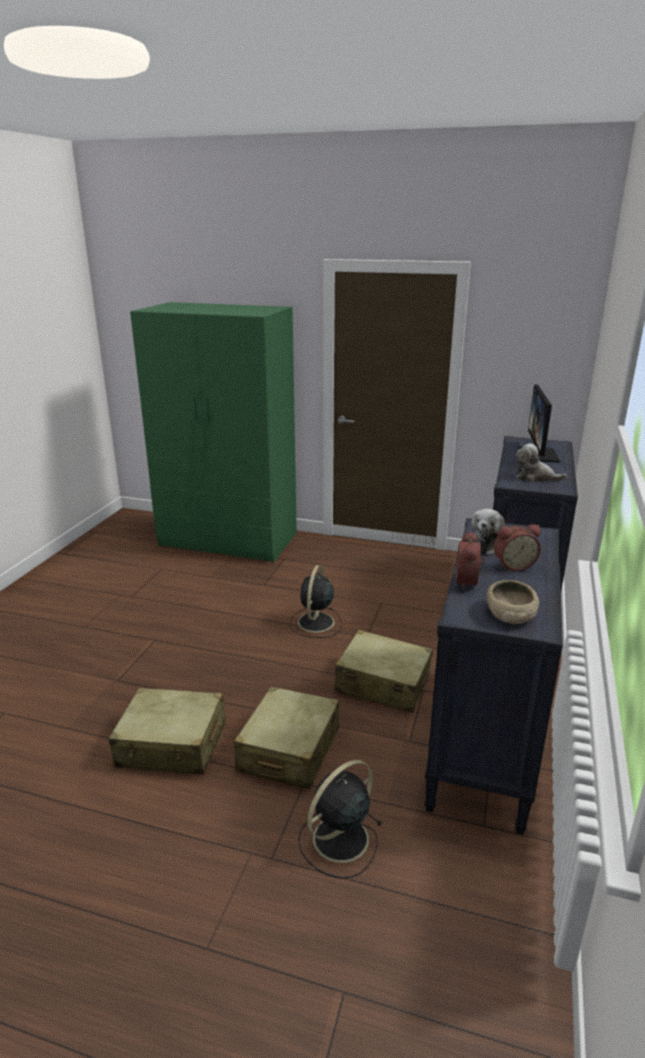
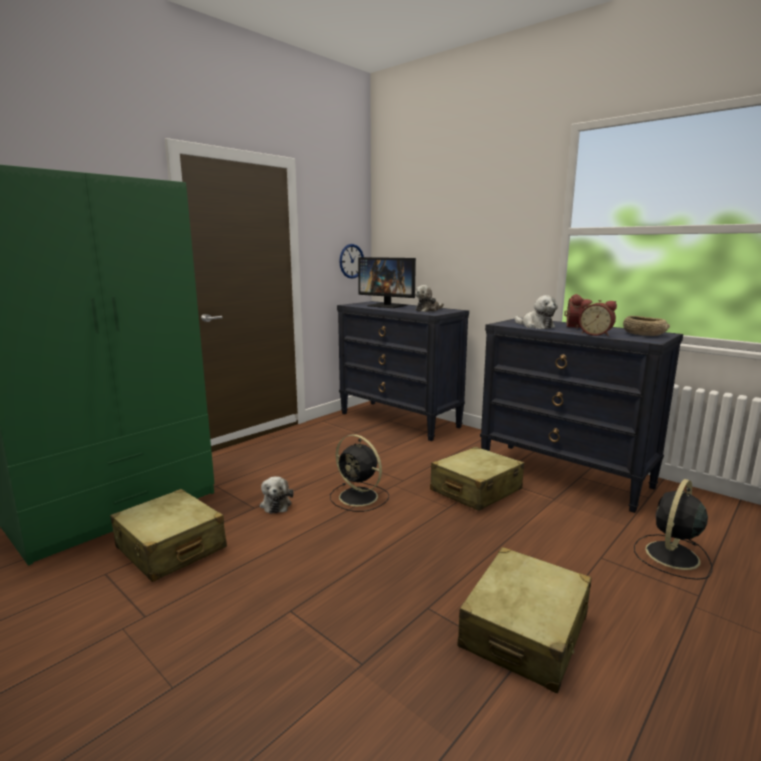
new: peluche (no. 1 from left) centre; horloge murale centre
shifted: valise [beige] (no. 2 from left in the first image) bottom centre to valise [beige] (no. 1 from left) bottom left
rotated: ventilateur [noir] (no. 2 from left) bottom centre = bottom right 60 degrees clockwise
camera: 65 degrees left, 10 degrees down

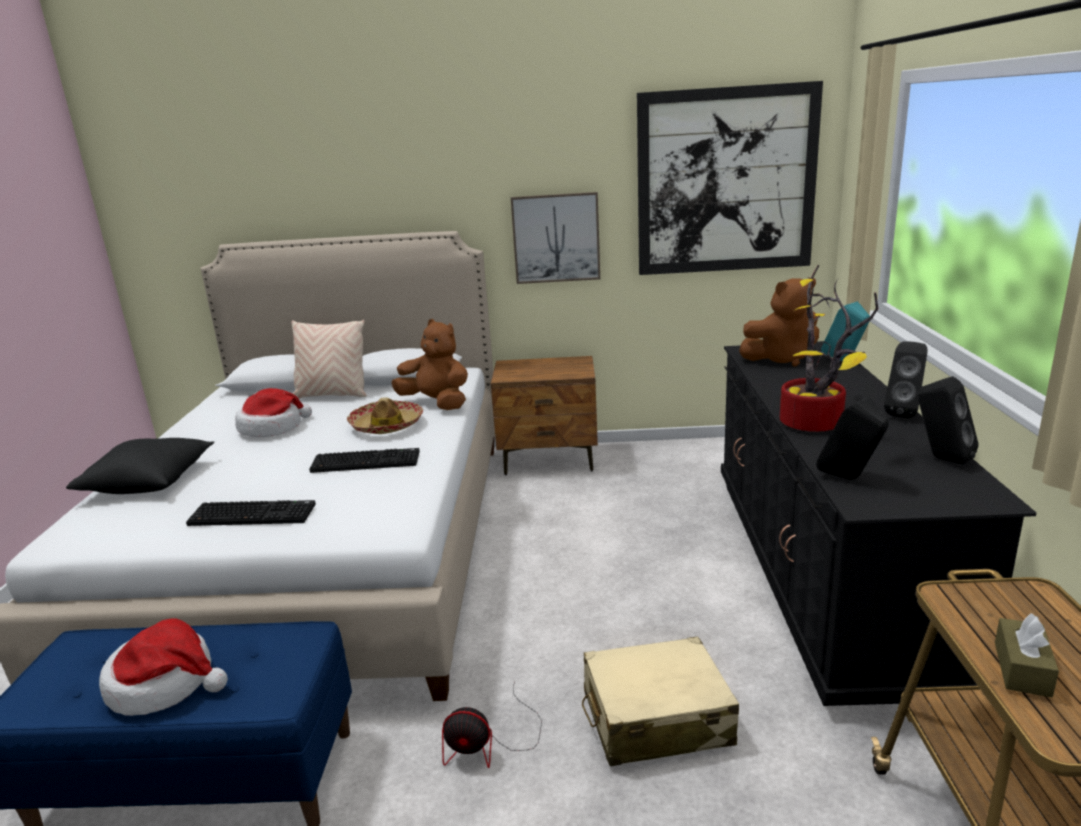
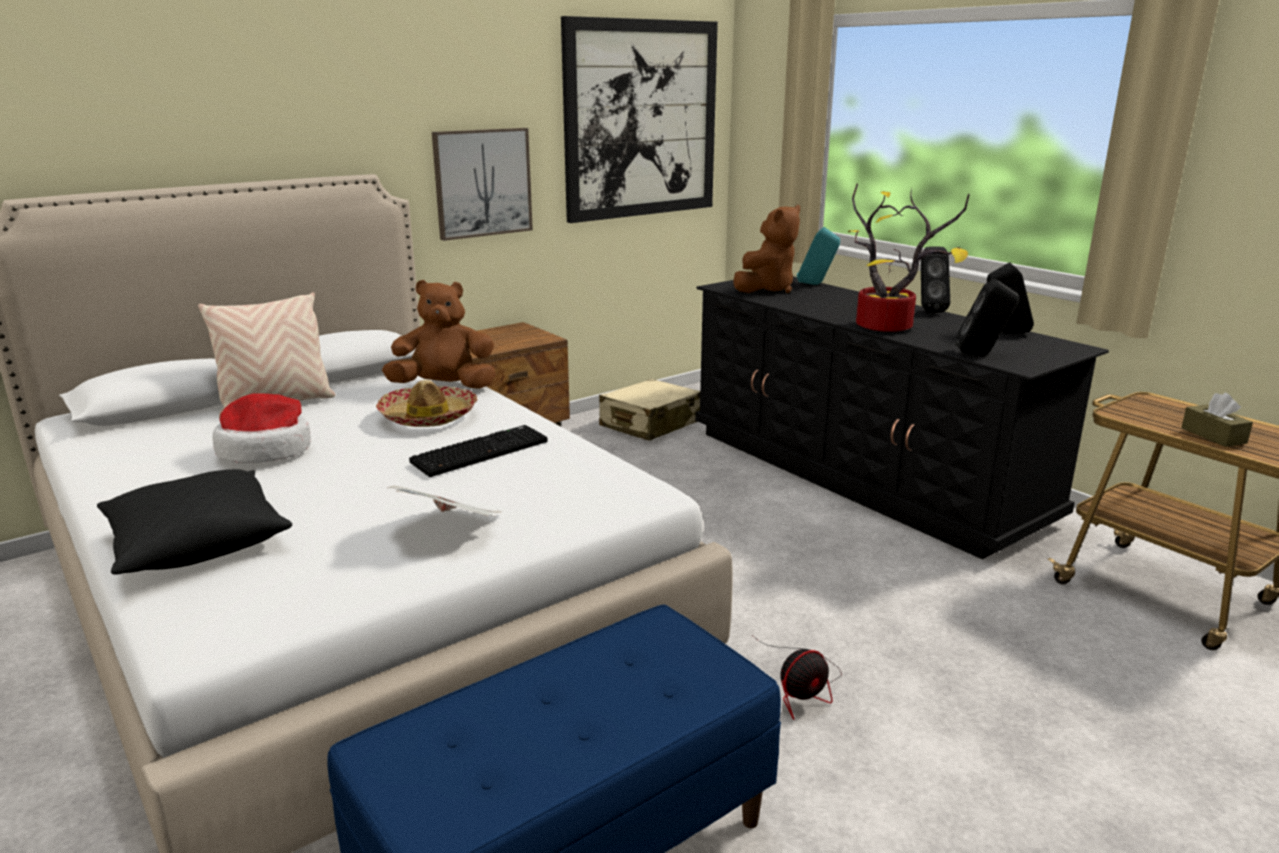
gone: chapeau (no. 1 from left) bottom left
shifted: valise [beige] bottom centre to centre
swapped: clavier (no. 1 from left) middle left to journal centre
camera: 40 degrees left, 0 degrees up

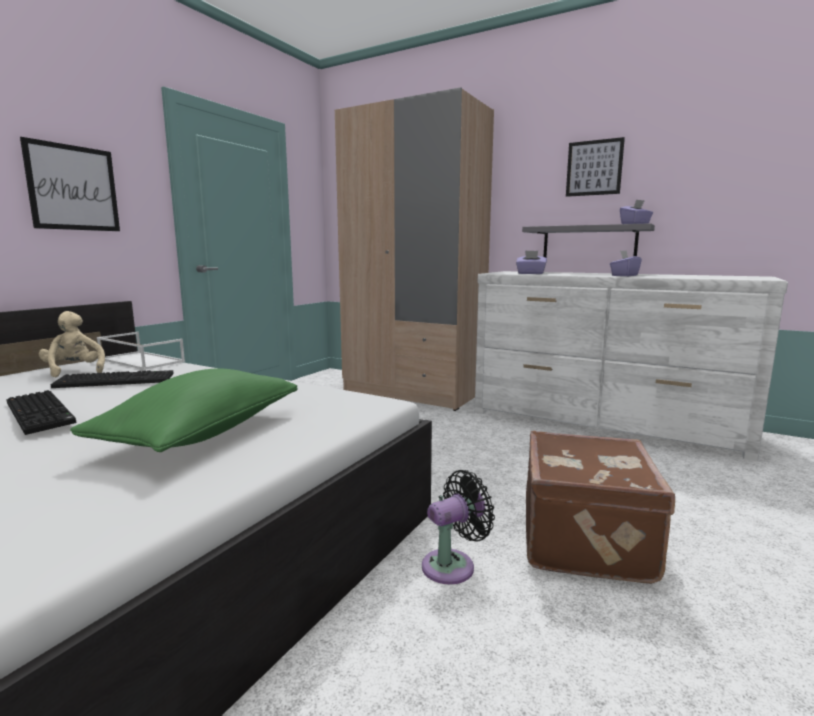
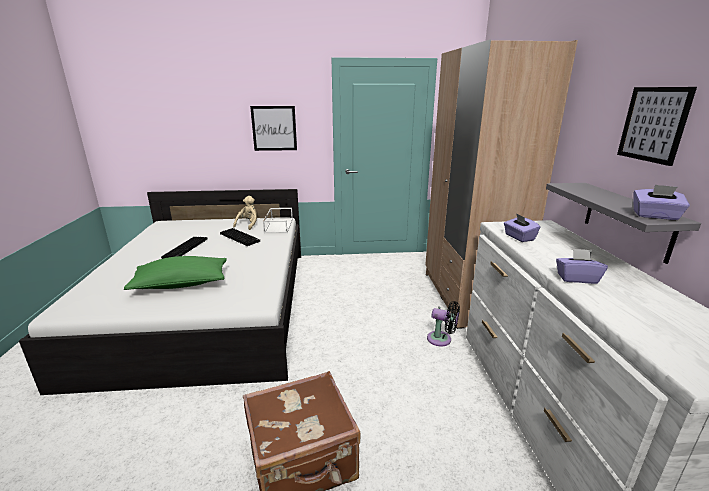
shifted: ventilateur [noir] bottom centre to centre
camera: 55 degrees right, 10 degrees up

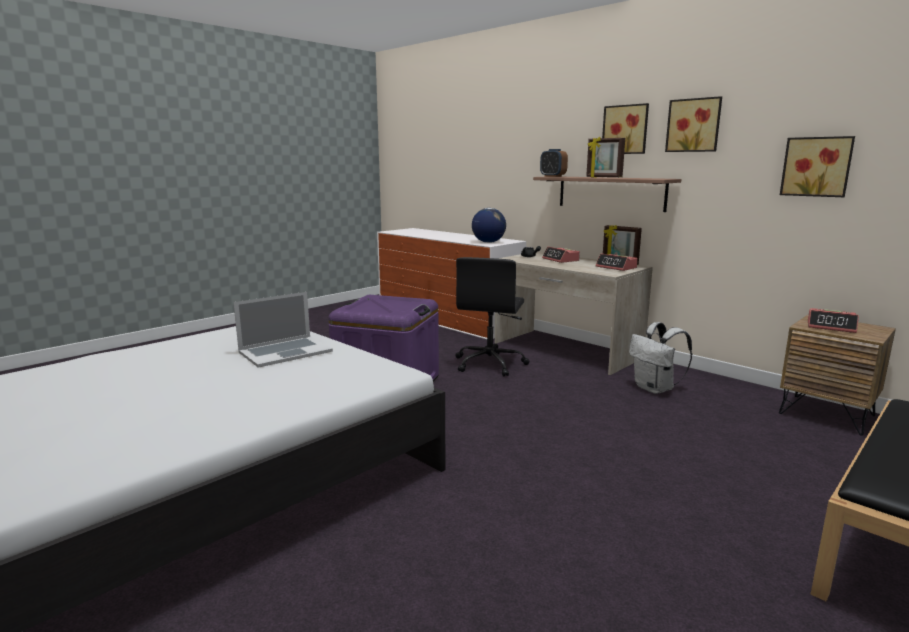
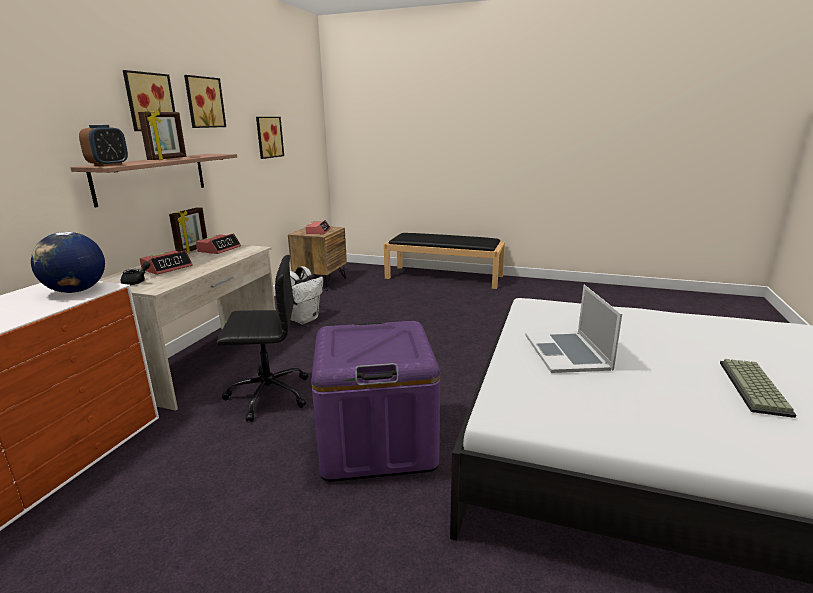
new: clavier middle right
rotated: ordinateur portable middle left = middle right 120 degrees counterclockwise
camera: 115 degrees left, 5 degrees up

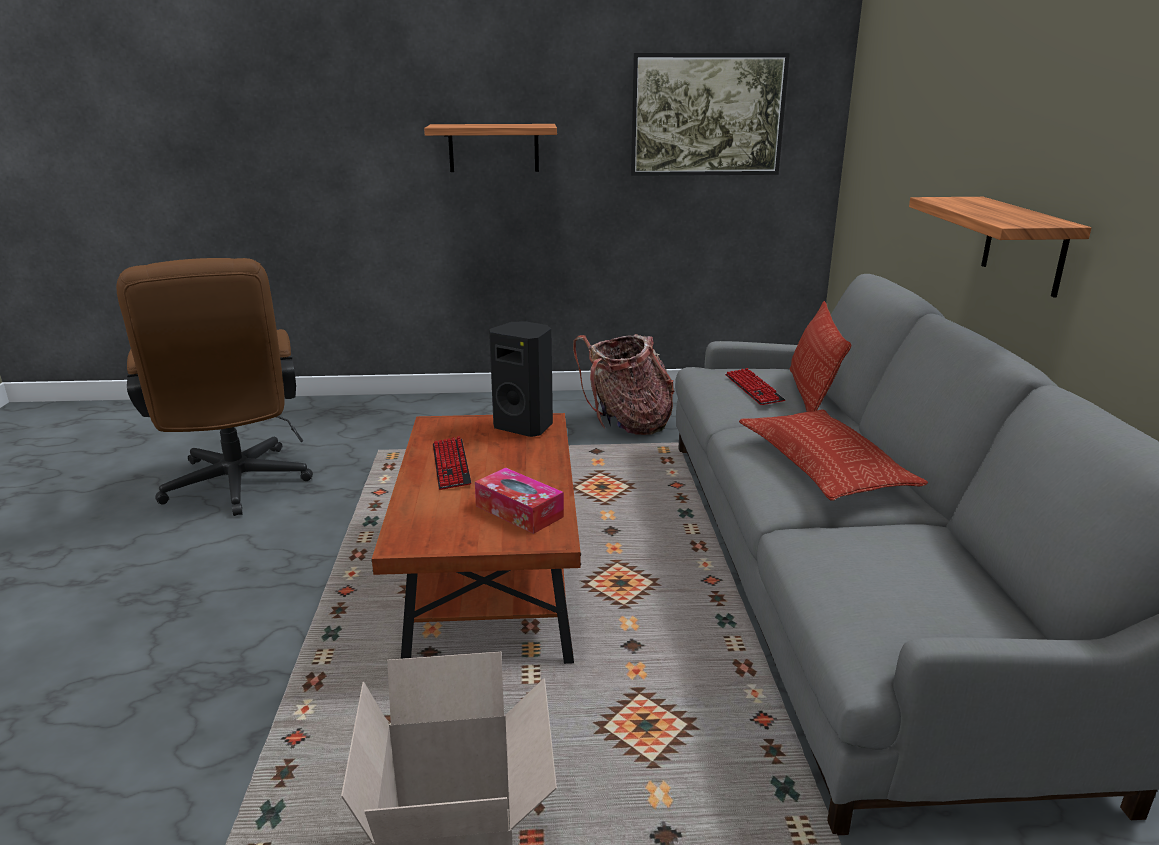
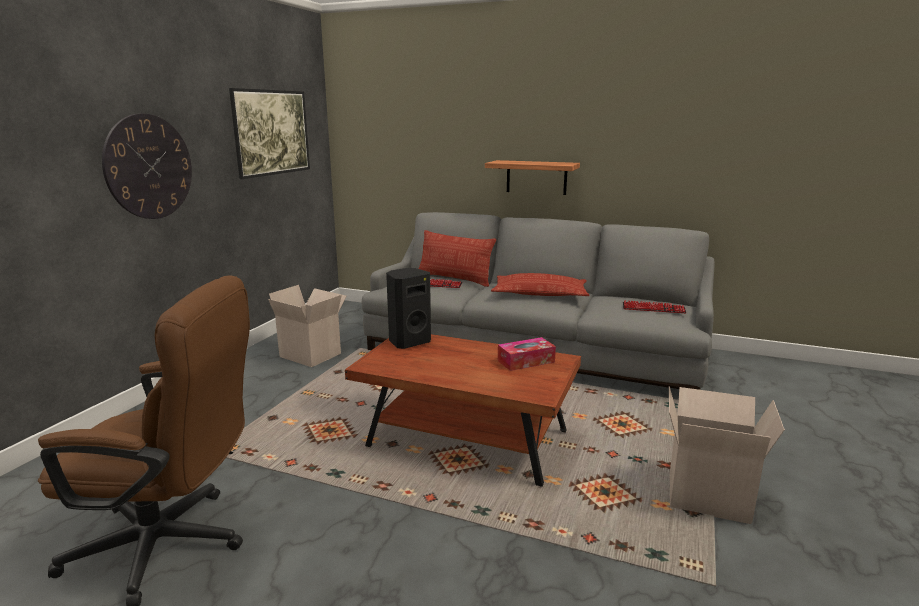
shifted: clavier (no. 1 from left in the first image) centre to clavier (no. 2 from left) middle right
swapped: étagère (no. 1 from left) top centre to horloge murale top left; sac à dos centre to carton (no. 1 from left) centre
camera: 65 degrees left, 5 degrees down

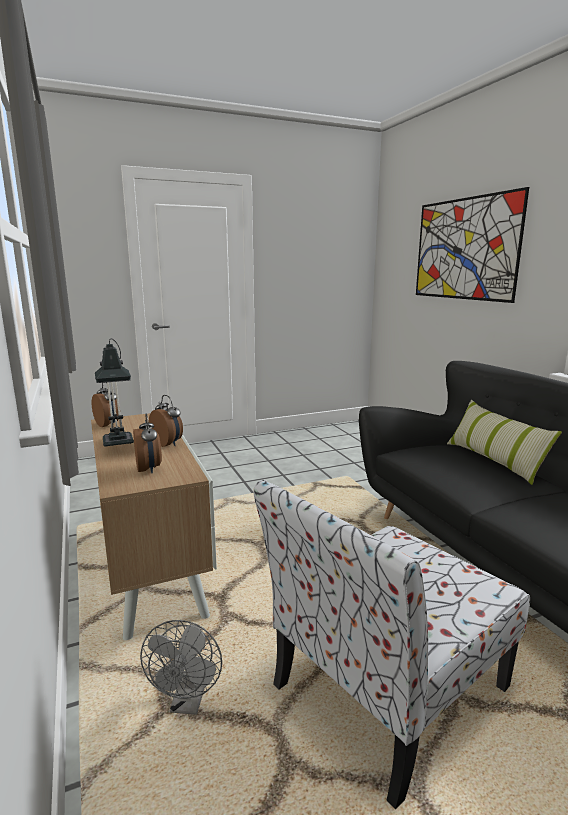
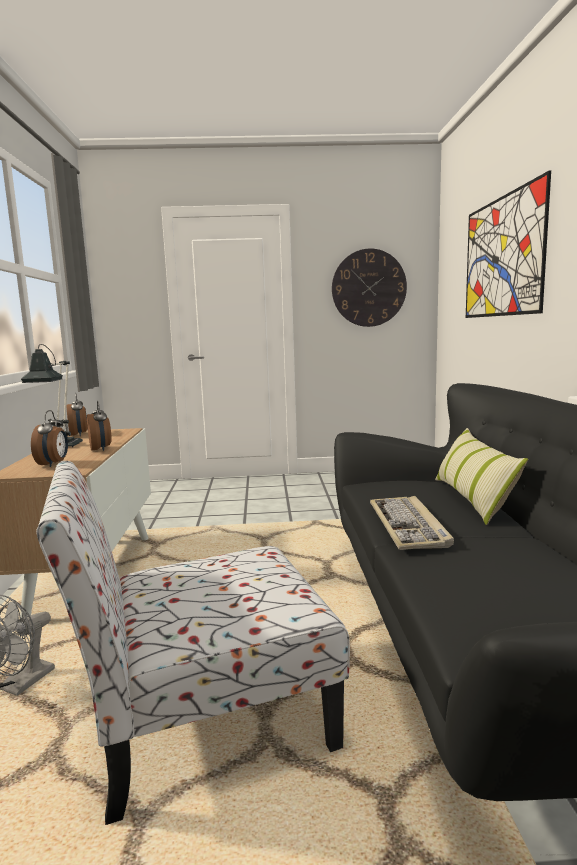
new: horloge murale top centre; clavier middle right
camera: 20 degrees right, 5 degrees down

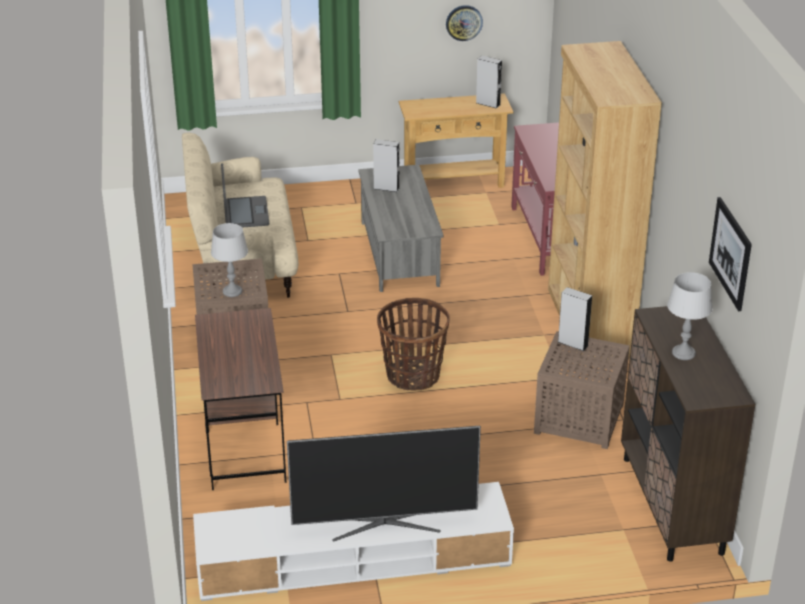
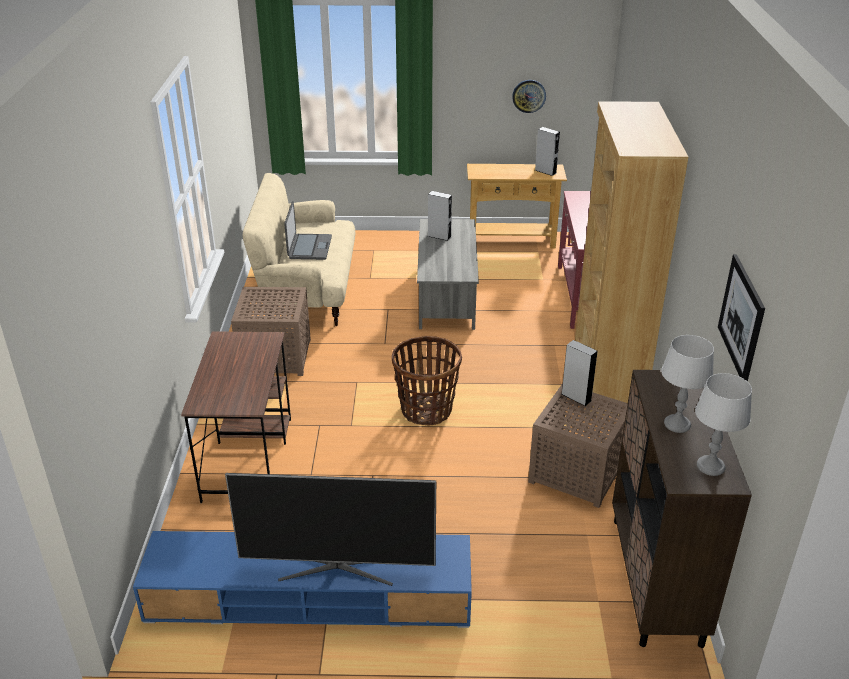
shifted: lampe de table [gris] (no. 1 from left in the first image) middle left to lampe de table [gris] (no. 2 from left) middle right
repainted: meuble télé [blanc] bottom centre to meuble télé [bleu] bottom centre
camera: 10 degrees right, 0 degrees up

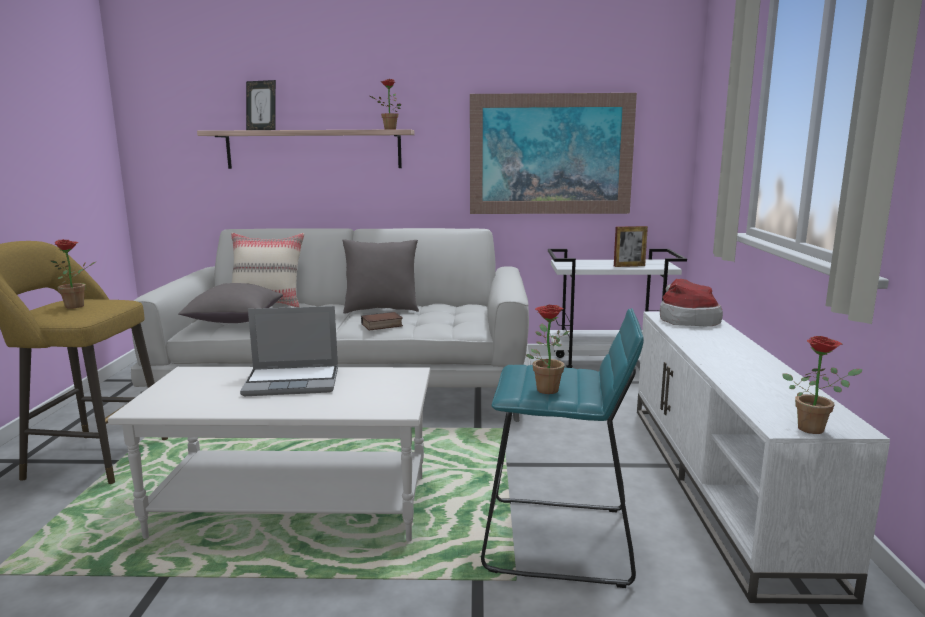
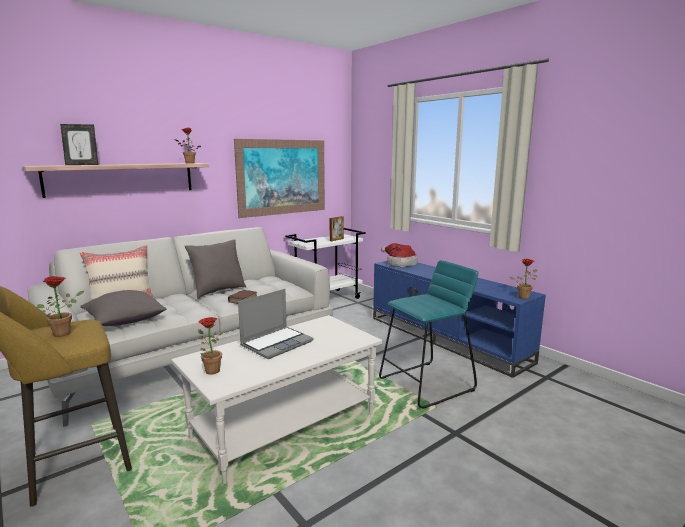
shifted: plante en pot (no. 3 from left) centre to middle left
repainted: meuble télé [blanc] bottom right to meuble télé [bleu] middle right
camera: 40 degrees left, 0 degrees up

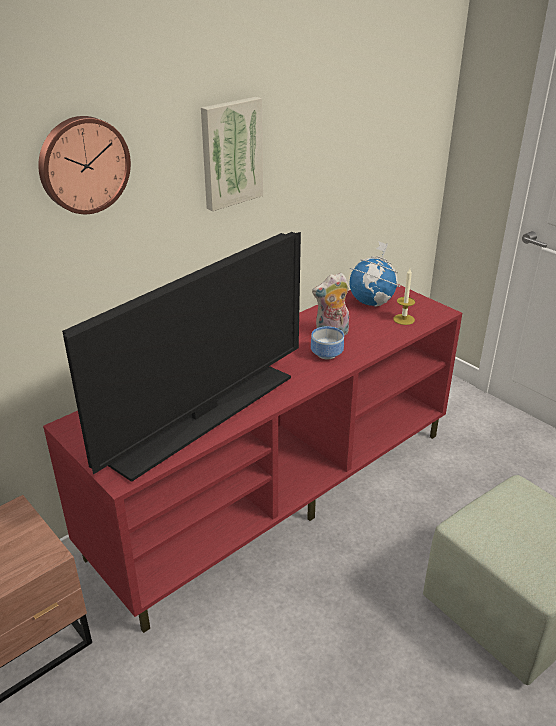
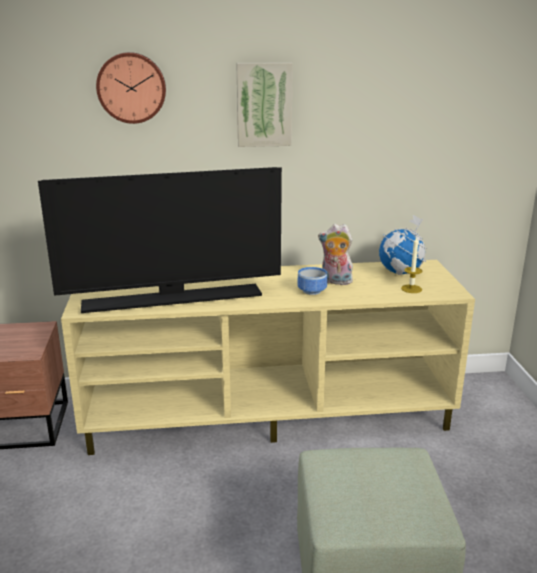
repainted: meuble télé [rouge] centre to meuble télé [beige] centre
camera: 35 degrees right, 10 degrees down

